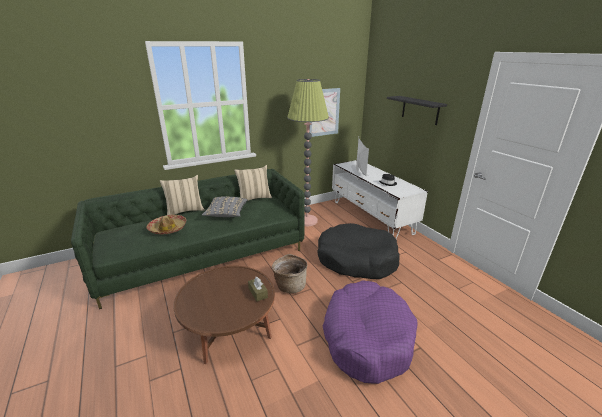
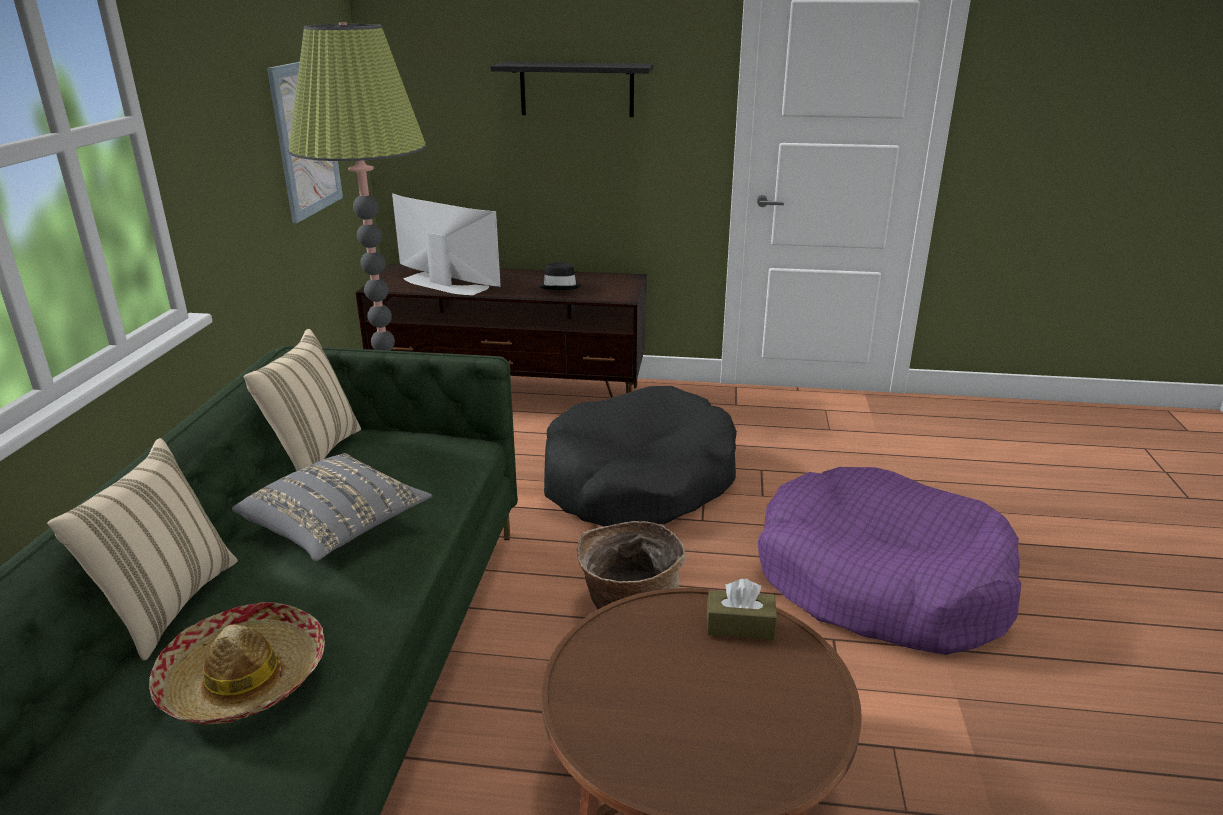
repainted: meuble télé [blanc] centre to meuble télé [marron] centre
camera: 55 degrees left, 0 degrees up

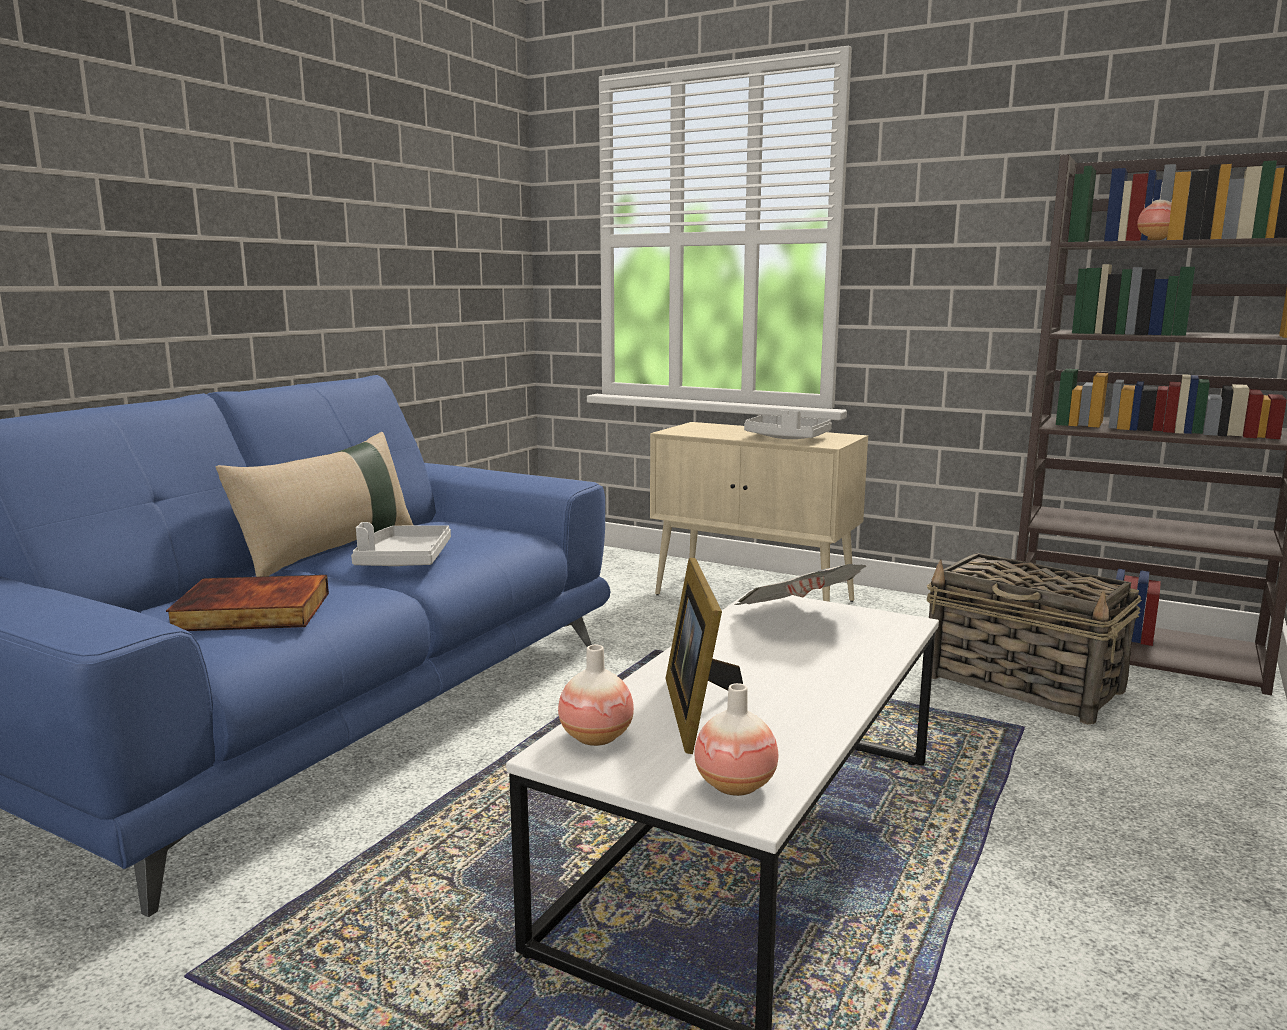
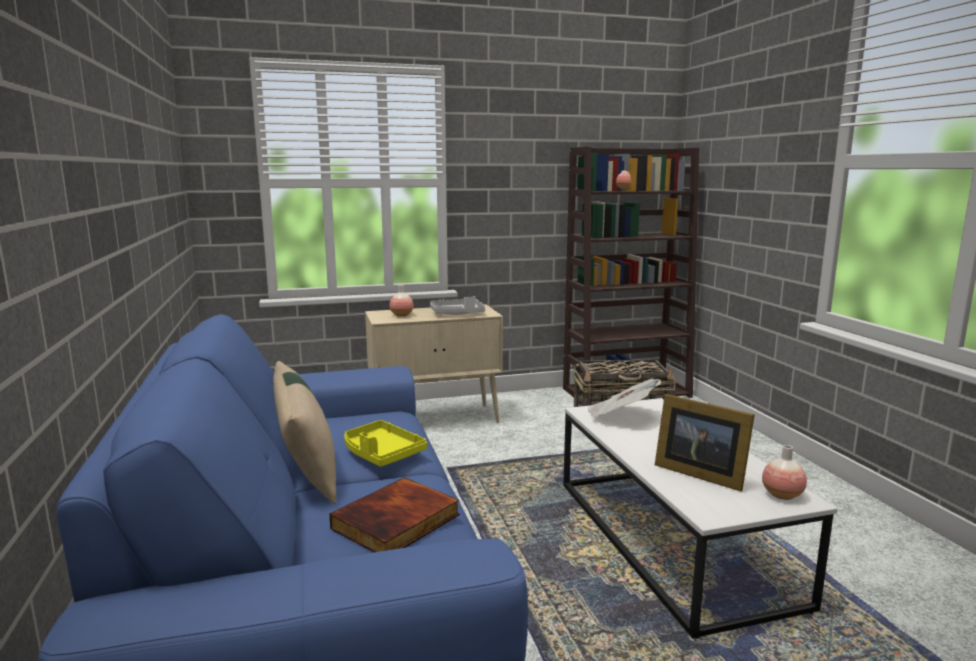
shifted: vase (no. 1 from left) bottom centre to centre
repainted: plateau [gris] (no. 1 from left) middle left to plateau [jaune] bottom centre
camera: 45 degrees left, 0 degrees up

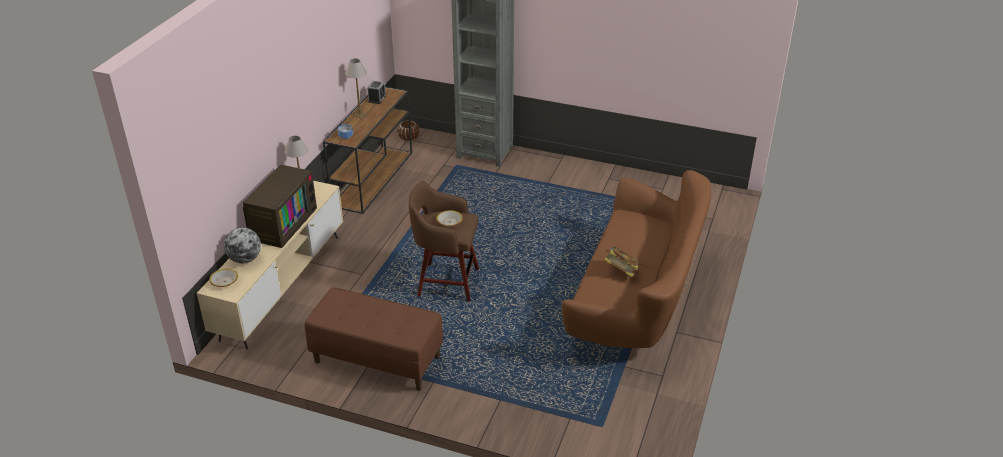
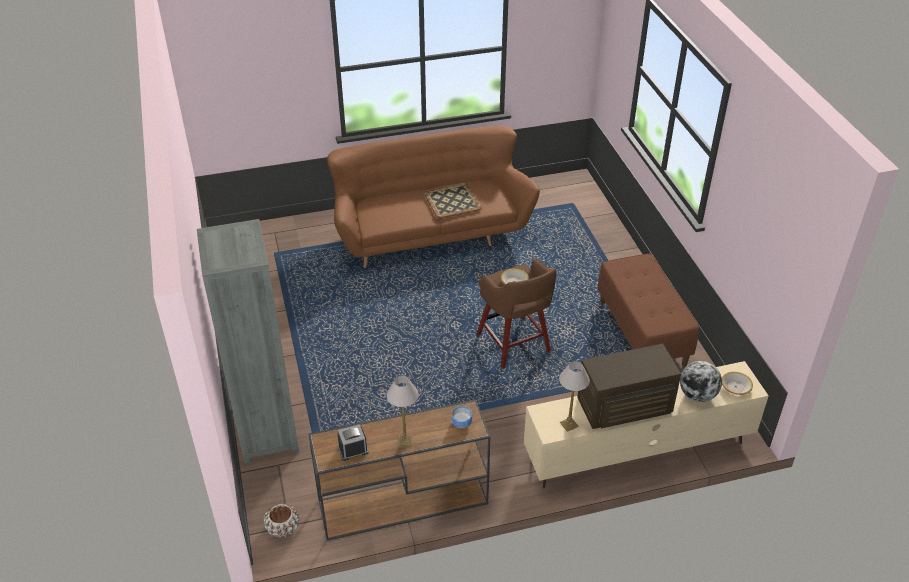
swapped: livre centre to plateau centre
camera: 125 degrees left, 5 degrees up

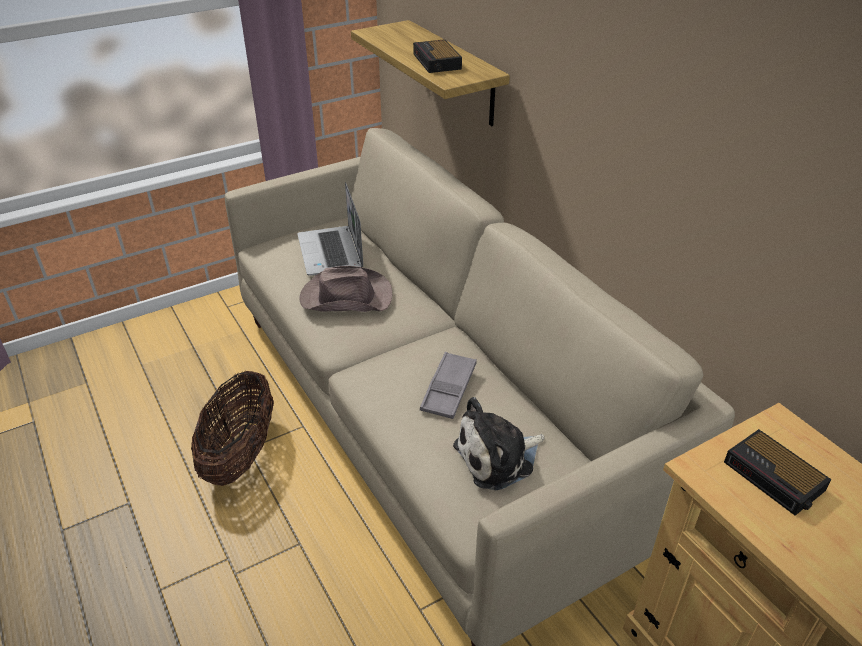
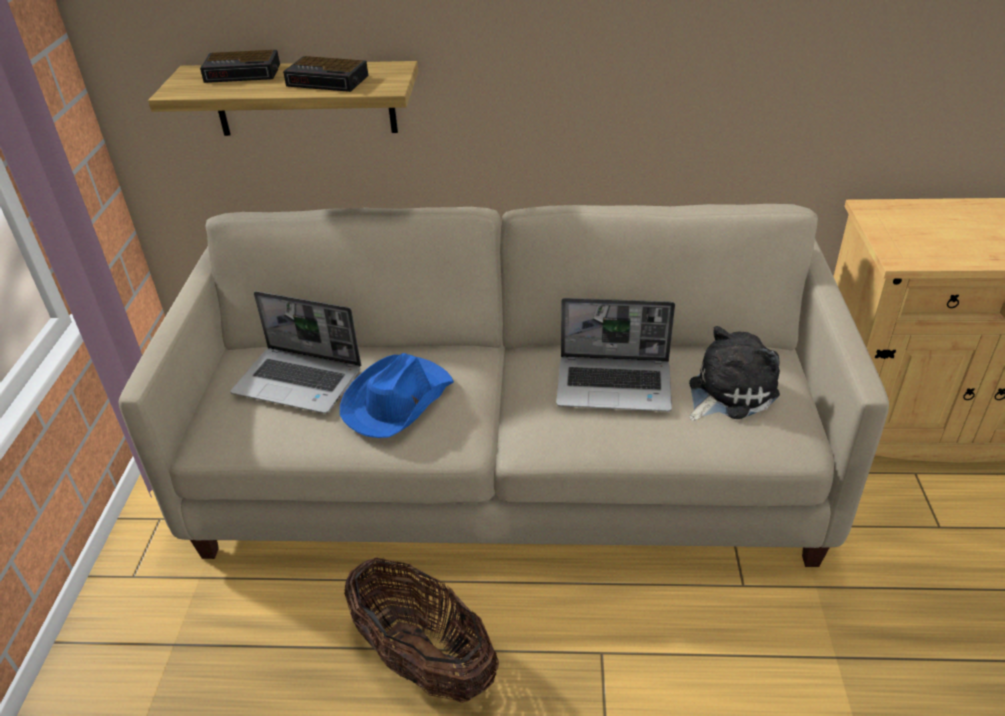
shifted: réveil (no. 2 from left in the first image) bottom right to réveil (no. 1 from left) top left
swapped: plateau [gris] centre to ordinateur portable (no. 2 from left) centre
repainted: chapeau [marron] centre to chapeau [bleu] centre
rotated: peluche bottom centre = middle right 135 degrees counterclockwise
camera: 55 degrees left, 0 degrees up

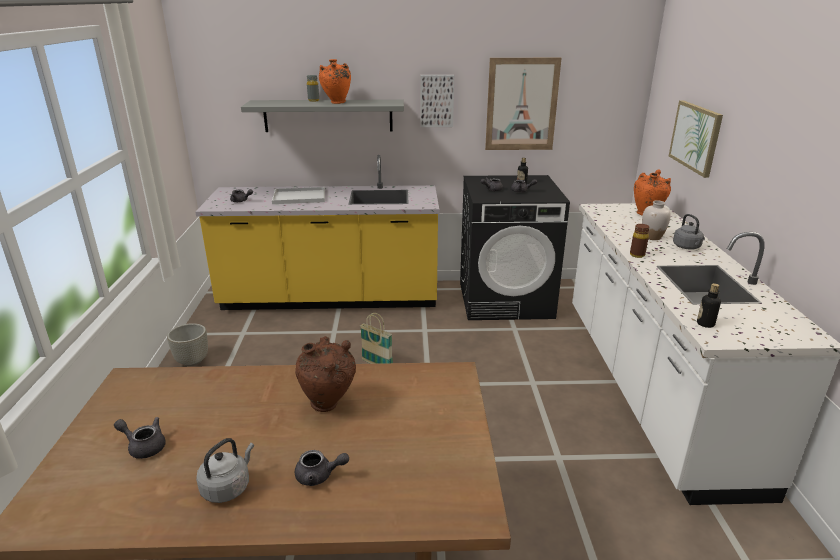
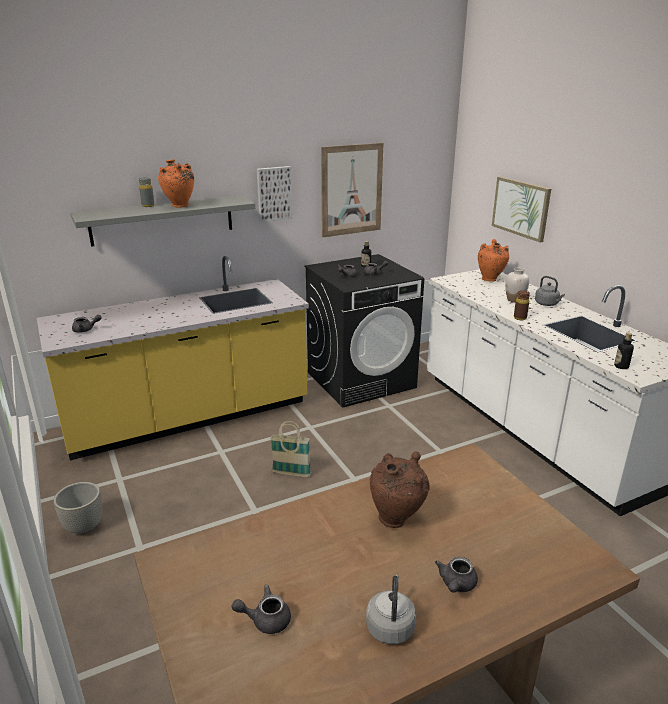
gone: plateau [blanc] centre
rotated: théière [gris] (no. 3 from left in the first image) bottom centre = bottom right 135 degrees clockwise
camera: 25 degrees left, 0 degrees up

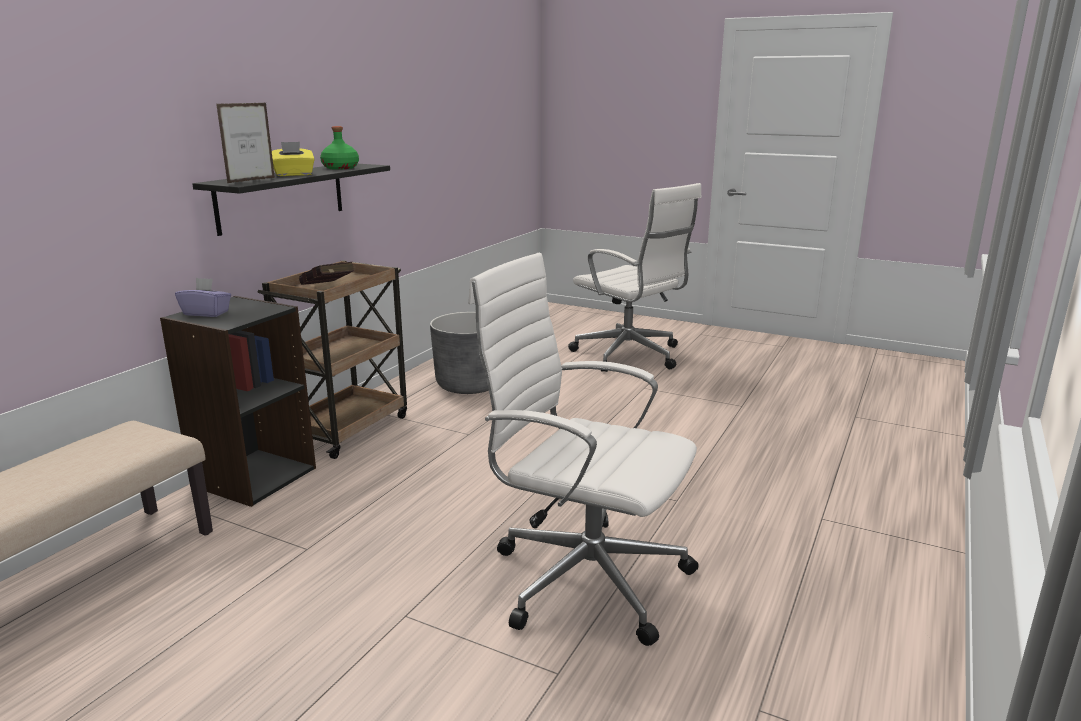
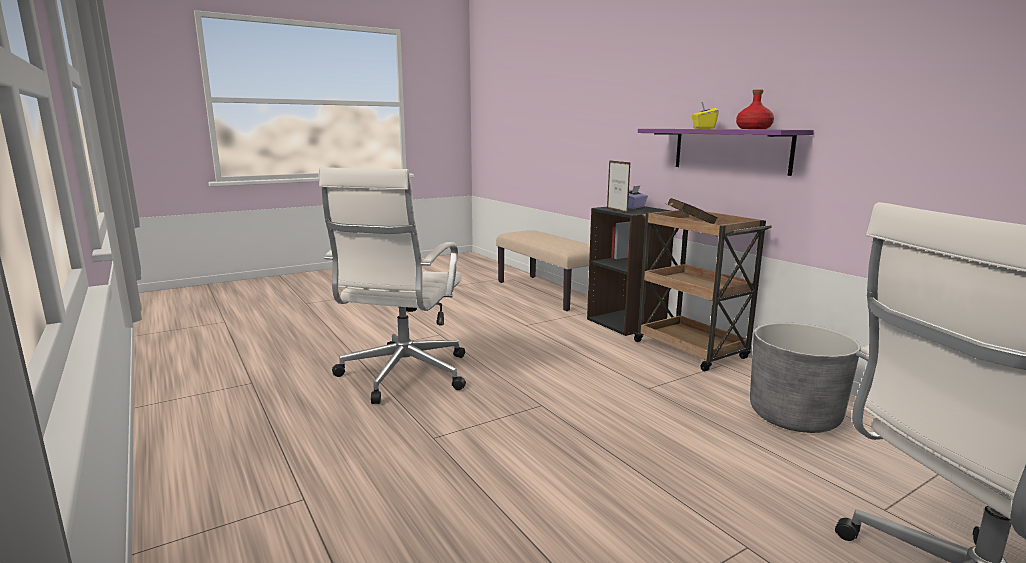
shifted: cadre photo top left to top centre
repainted: étagère [noir] top left to étagère [violet] top right; bouteille [vert] top left to bouteille [rouge] top right
rotated: chaise de bureau [blanc] (no. 1 from left) centre = centre 135 degrees clockwise
camera: 120 degrees right, 5 degrees down

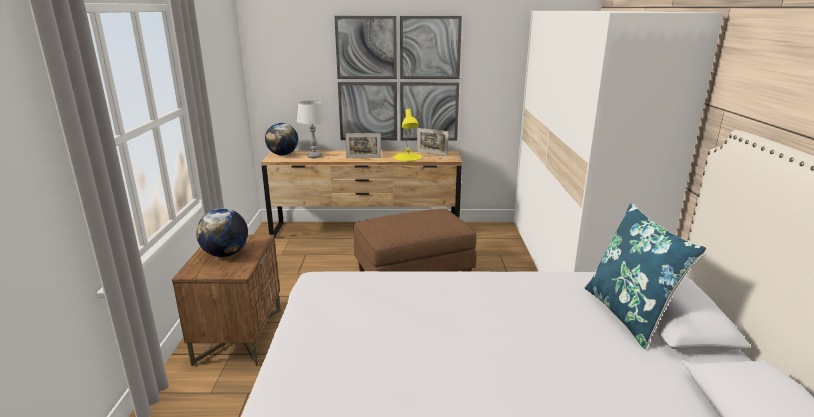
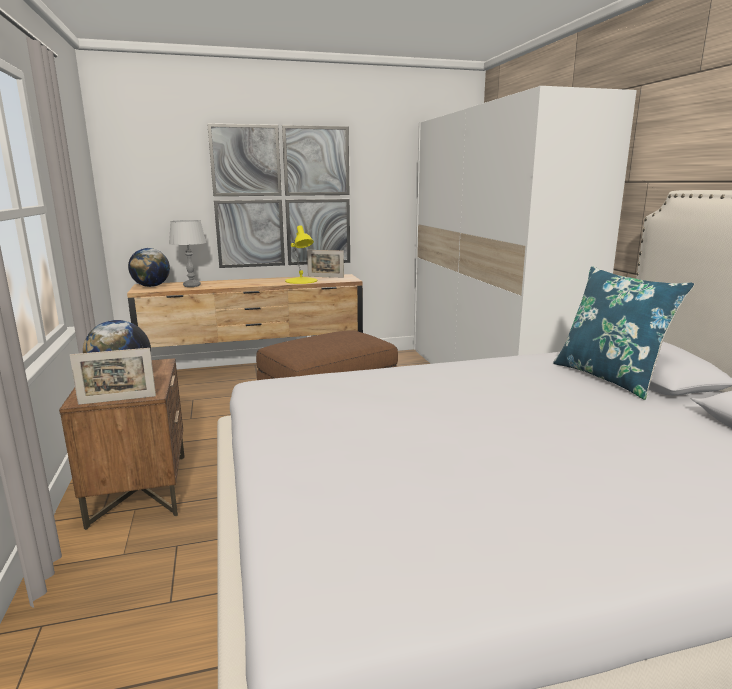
shifted: cadre photo (no. 1 from left) centre to middle left
camera: 15 degrees left, 5 degrees down

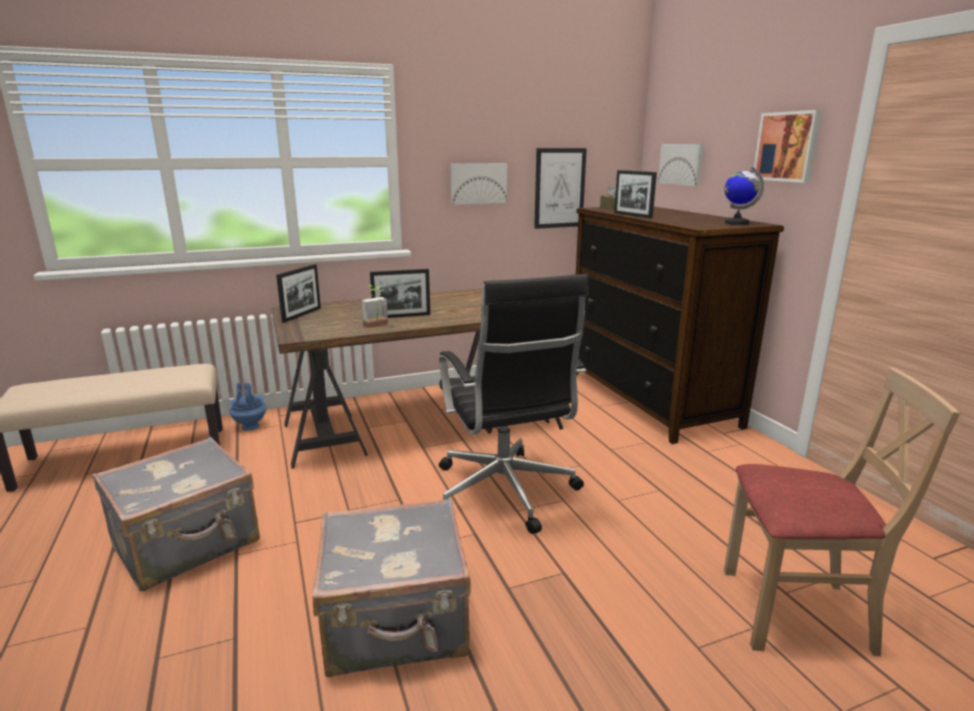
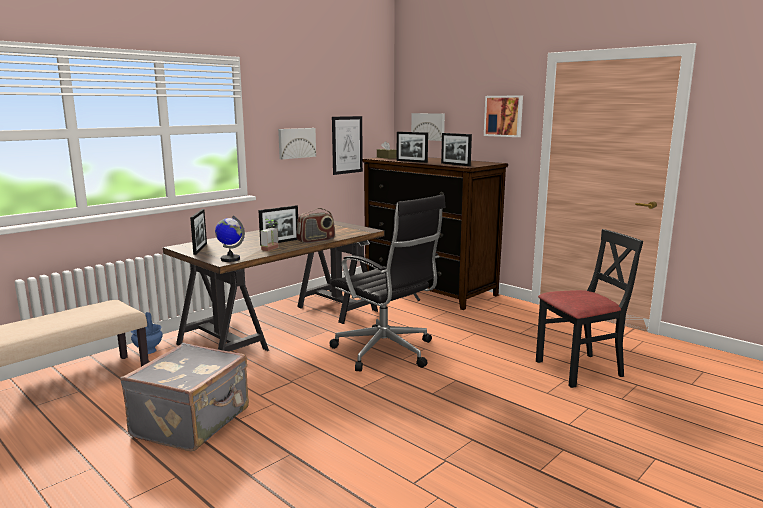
gone: valise [gris] (no. 2 from left) bottom centre
new: radio centre; cadre photo (no. 4 from left) top centre
shifted: globe top right to middle left
repainted: chaise [beige] bottom right to chaise [noir] middle right
camera: 25 degrees left, 5 degrees down

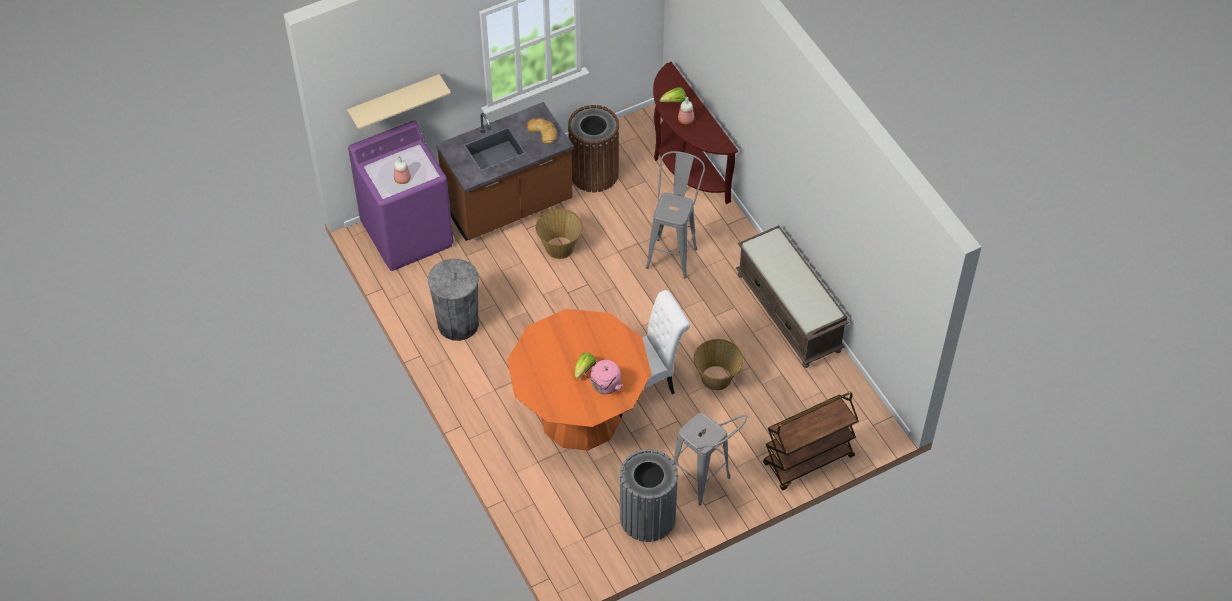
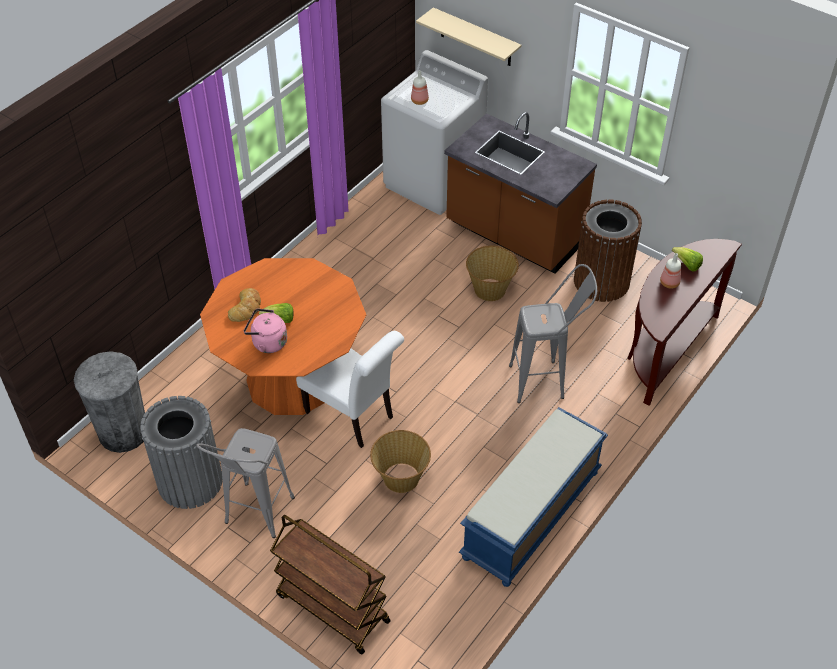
shifted: poubelle [gris] (no. 1 from left) centre to middle left; pain top centre to middle left
repainted: lave-linge [violet] top left to lave-linge [blanc] top centre; banc [marron] centre to banc [bleu] bottom centre
camera: 65 degrees right, 5 degrees down

